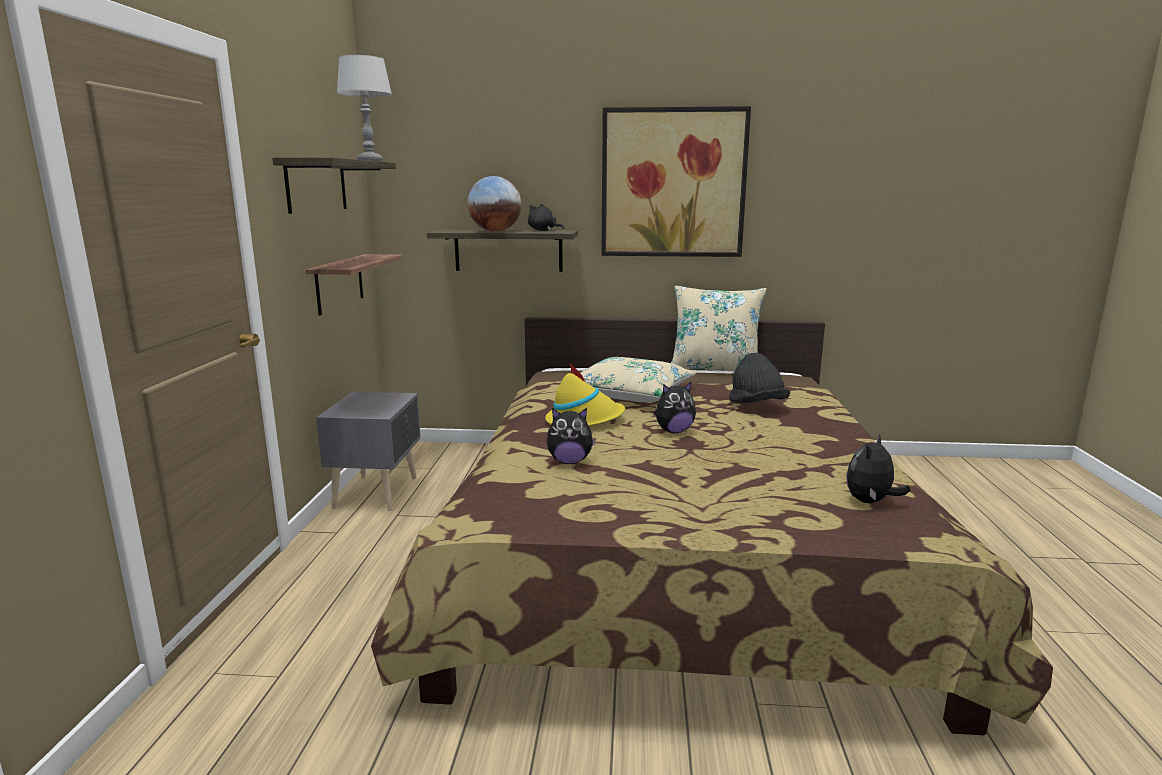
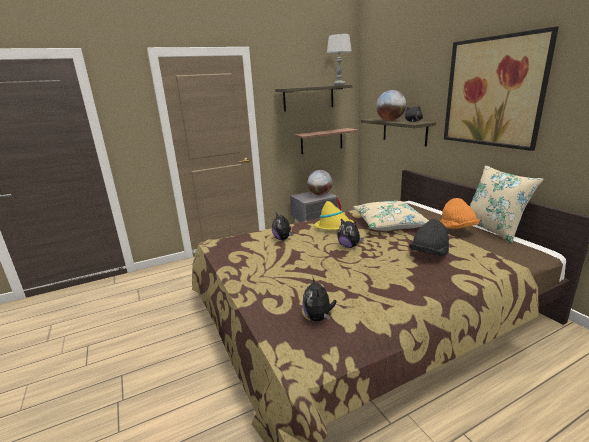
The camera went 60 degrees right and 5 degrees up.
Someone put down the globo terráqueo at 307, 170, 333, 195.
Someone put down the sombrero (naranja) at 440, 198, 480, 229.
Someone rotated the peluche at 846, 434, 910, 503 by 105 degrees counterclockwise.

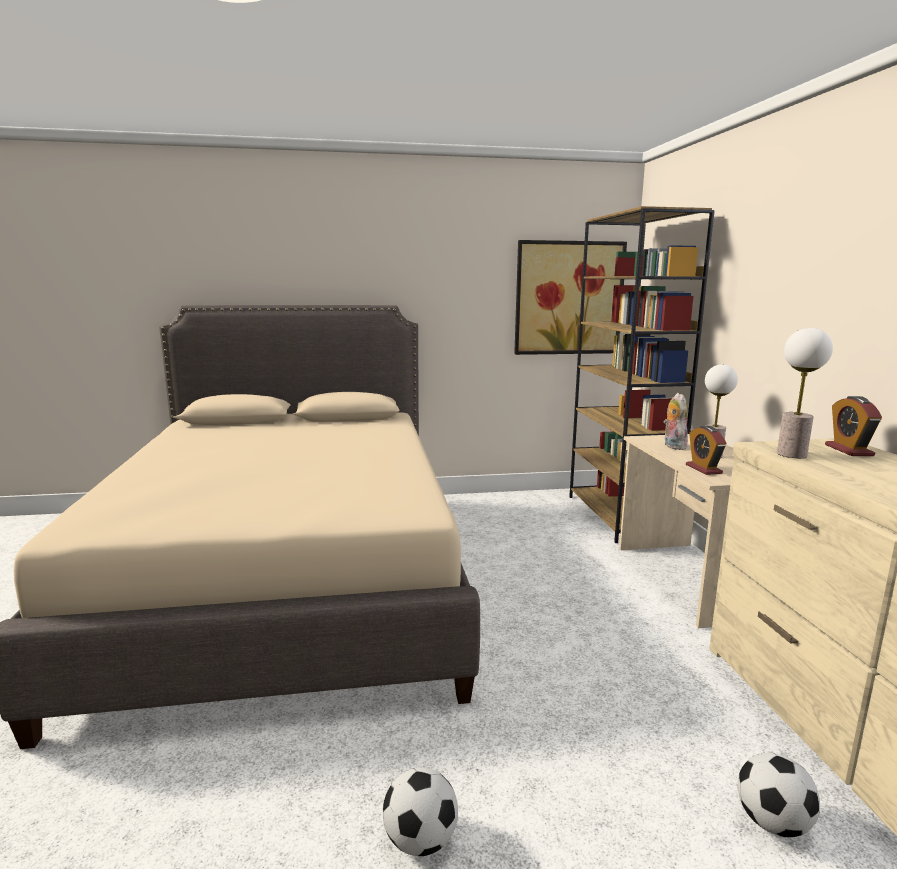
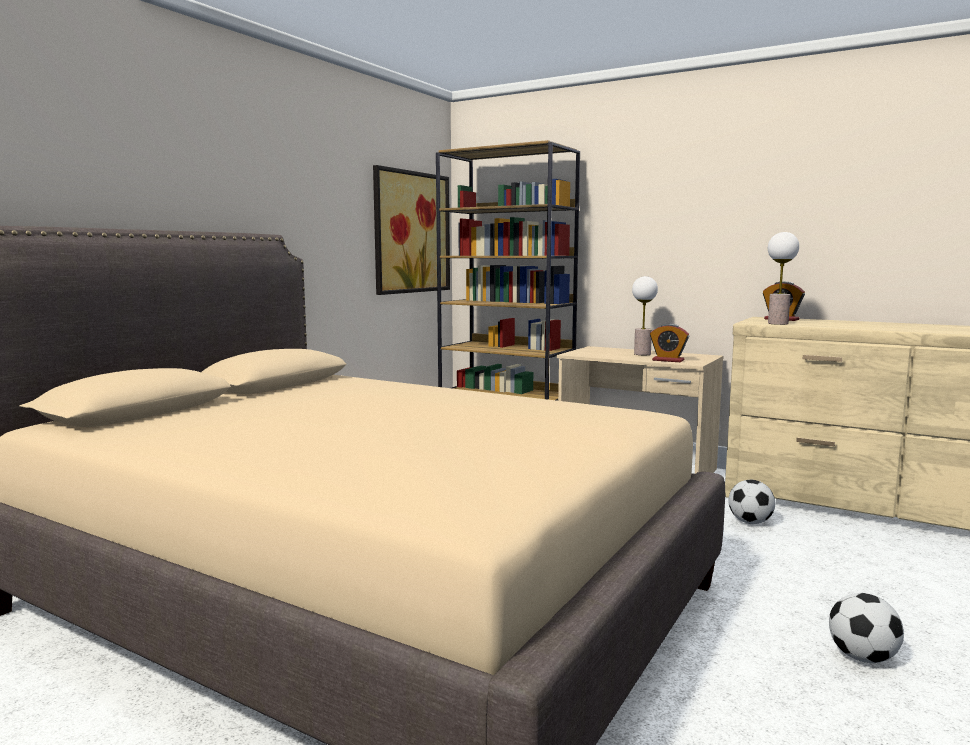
The camera went 50 degrees left and 5 degrees down.
Someone took away the peluche at 664, 393, 688, 450.
Someone carried the balón de fútbol from 738, 752, 820, 837 to 729, 480, 775, 524.

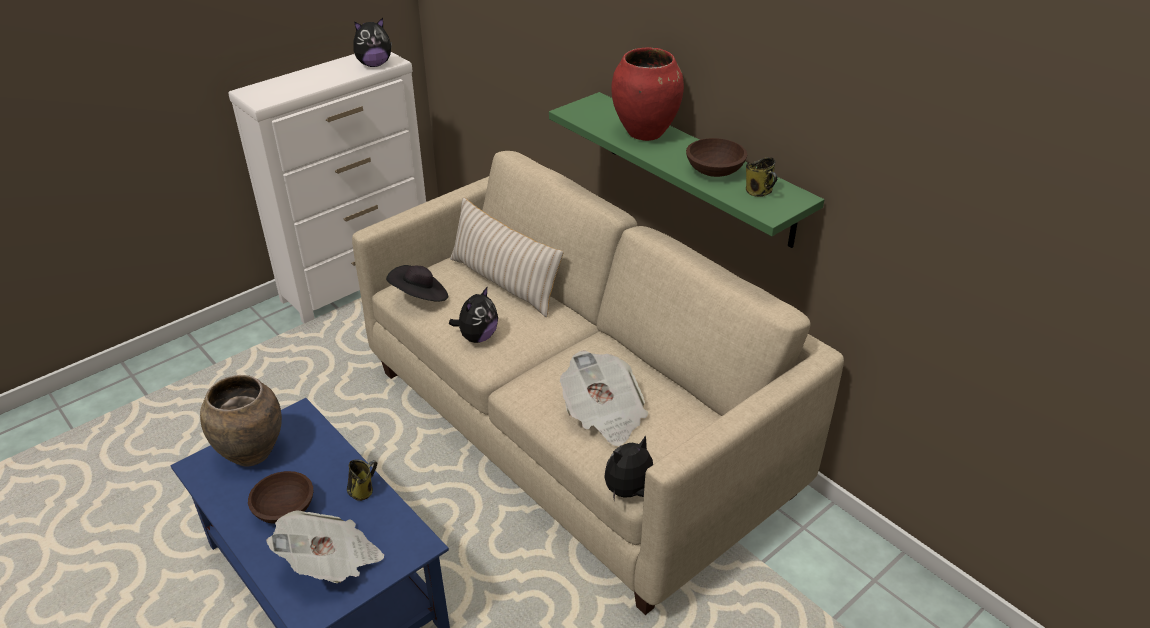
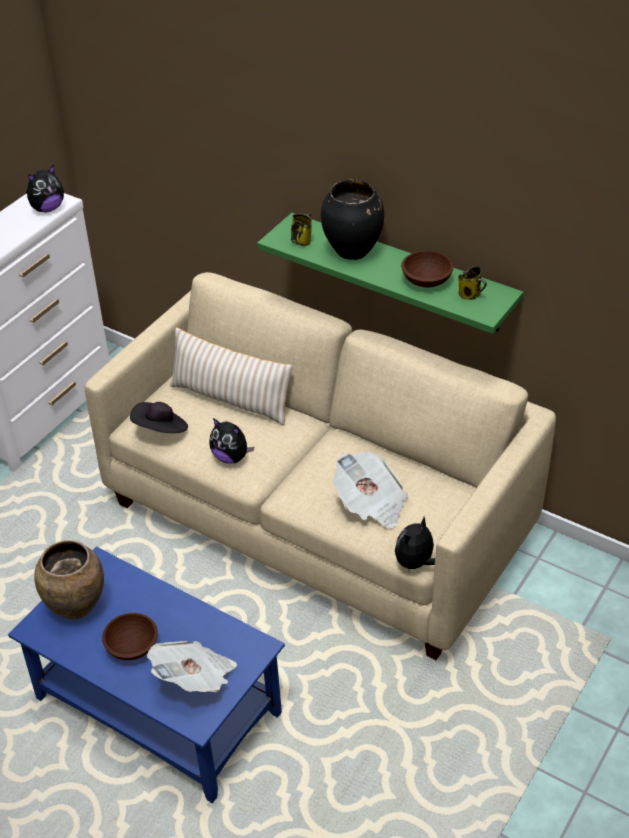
The camera went 15 degrees left and 5 degrees up.
Someone carried the taza grande from 347, 459, 377, 501 to 291, 214, 312, 246.
Someone repainted the florero (rojo) at 611, 47, 684, 141, which became the florero (negro) at 321, 179, 384, 260.
Someone rotated the peluche at 449, 286, 498, 343 by 105 degrees clockwise.

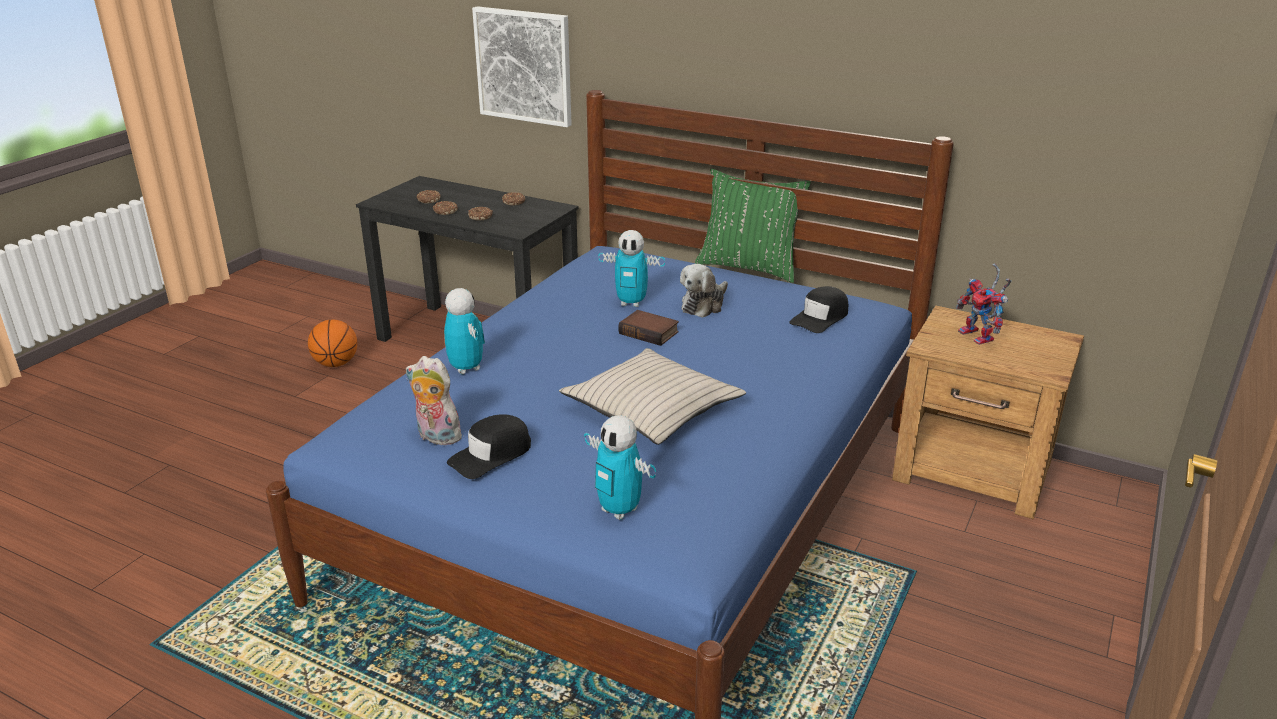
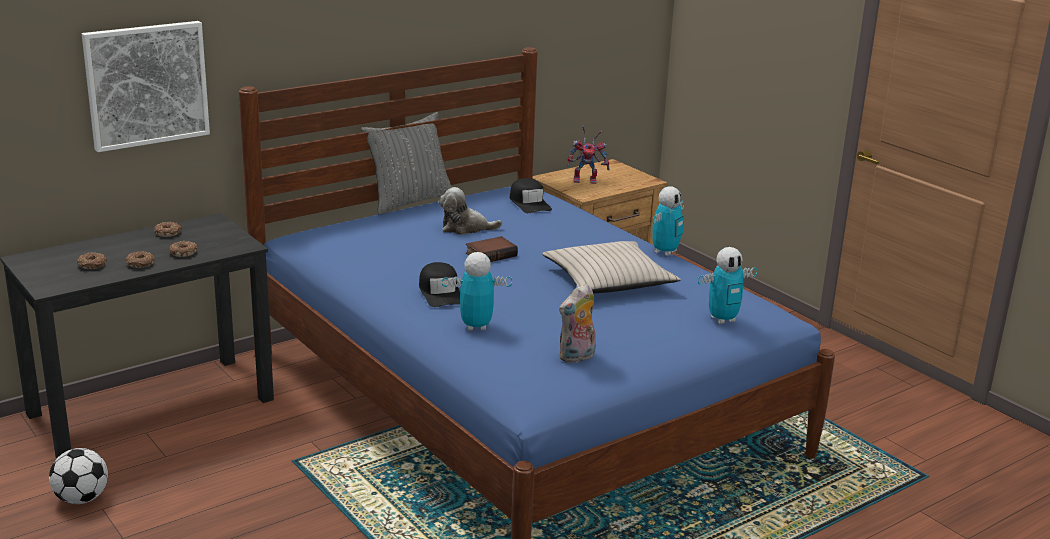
The camera went 65 degrees left and 5 degrees down.
Someone carried the gorra (negro) from 447, 414, 531, 479 to 419, 262, 460, 307.
Someone carried the robot de juguete from 598, 230, 665, 307 to 652, 186, 684, 256.
Someone swapped the balón de baloncesto at 308, 320, 357, 367 for the balón de fútbol at 49, 448, 108, 504.
Someone repainted the cojín (verde) at 695, 169, 811, 283, which became the cojín (gris) at 361, 112, 452, 215.
Someone rotated the peluche at 680, 264, 728, 318 by 120 degrees clockwise.

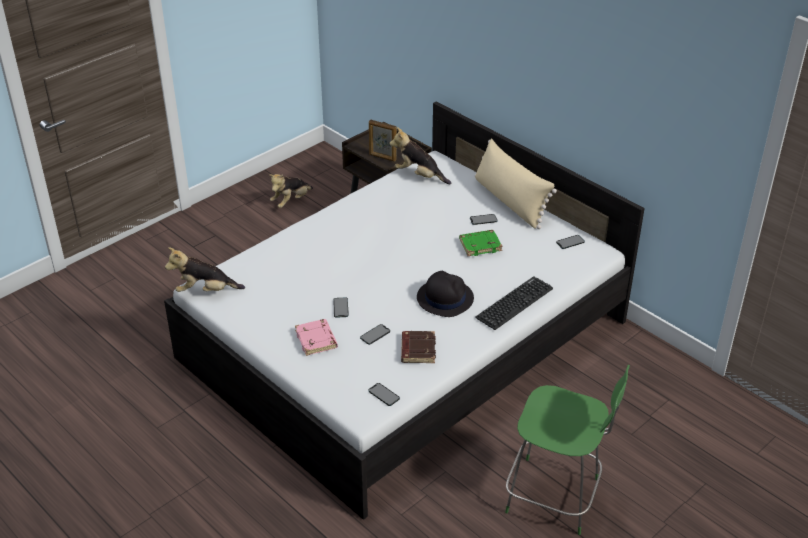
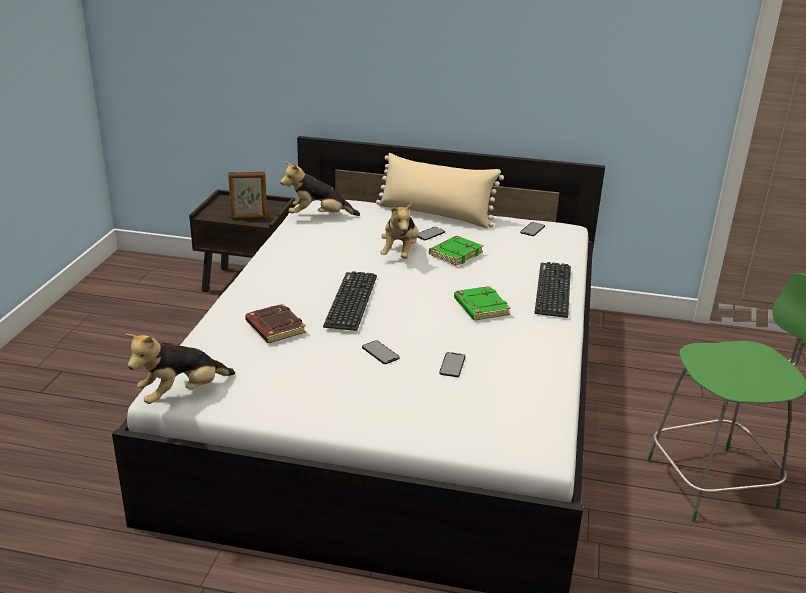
The camera went 35 degrees left and 10 degrees down.
Someone took away the libro (rosa) at 295, 319, 338, 356.
Someone took away the móvil at 368, 383, 400, 406.
Someone put down the teclado at 323, 271, 377, 331.
Someone carried the peluche from 269, 174, 313, 208 to 381, 203, 419, 259.
Someone carried the libro (marrón) from 401, 331, 436, 363 to 245, 304, 306, 343.
Someone swapped the sombrero (negro) at 417, 271, 474, 317 for the libro (verde) at 454, 286, 511, 320.

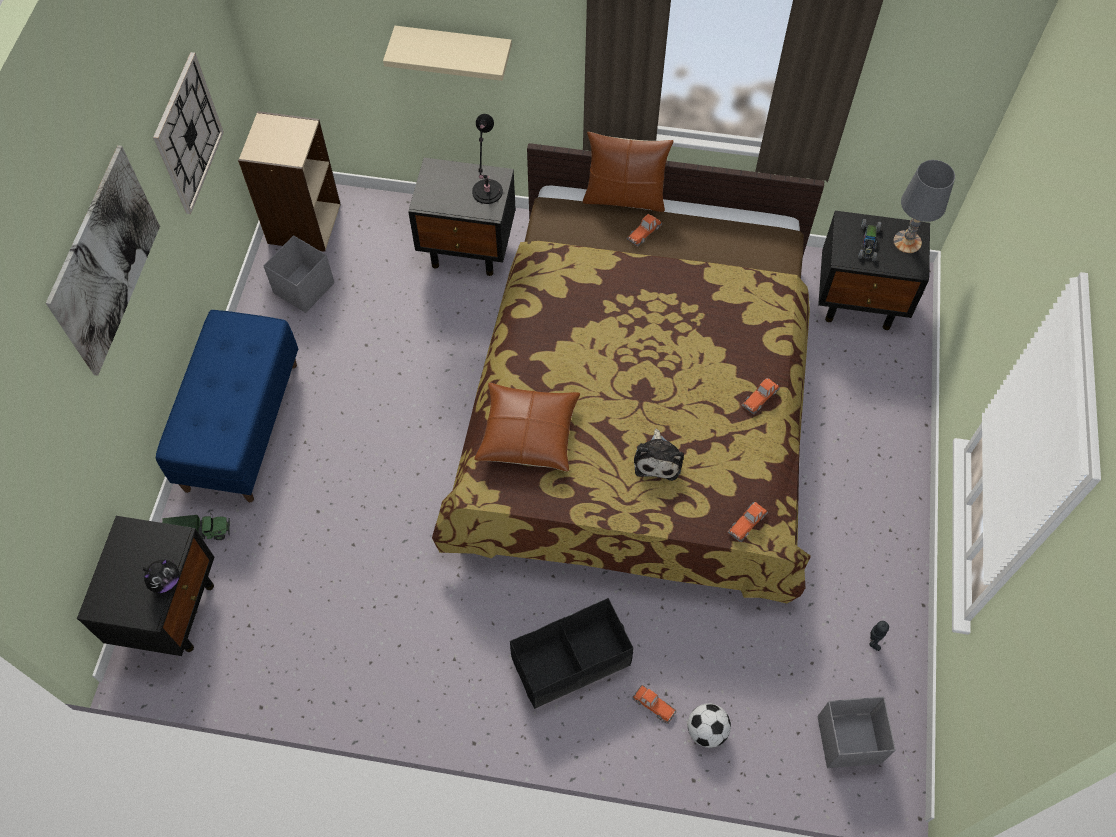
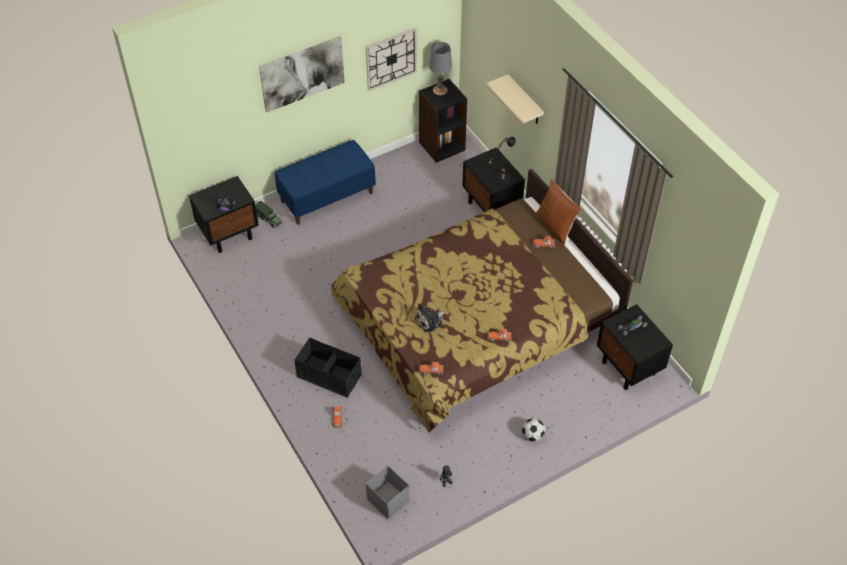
The camera went 50 degrees right and 10 degrees down.
Someone took away the caja de almacenaje (gris) at 263, 236, 334, 313.
Someone took away the cojín (marrón) at 474, 383, 580, 472.
Someone carried the balón de fútbol from 688, 704, 731, 748 to 522, 418, 545, 442.
Someone carried the lámpara de mesa (gris) from 893, 160, 955, 253 to 429, 42, 452, 95.
Someone repainted the estantería (beis) at 238, 111, 341, 252, which became the estantería (negro) at 419, 79, 467, 163.

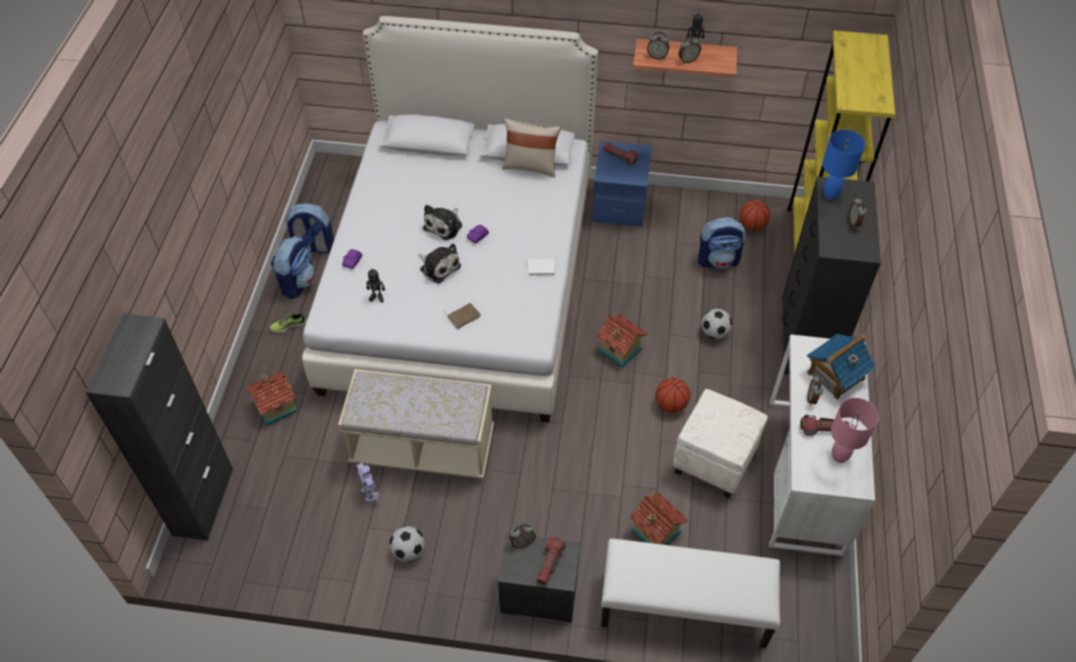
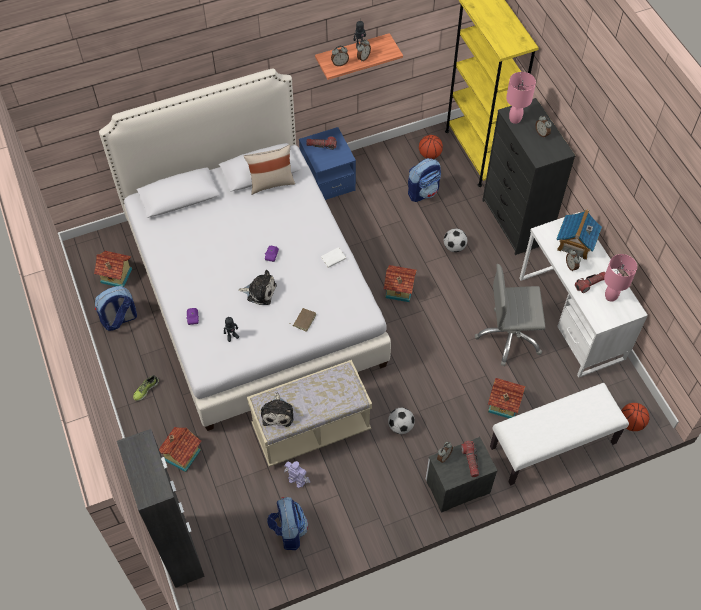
The camera went 30 degrees left and 5 degrees up.
Someone put down the casita at 94, 251, 132, 287.
Someone carried the mochila from 271, 236, 315, 299 to 267, 497, 308, 550.
Someone carried the balón de fútbol from 389, 526, 425, 562 to 388, 408, 415, 434.
Someone carried the peluche from 423, 205, 462, 240 to 261, 392, 294, 427.
Someone carried the balón de baloncesto from 655, 378, 690, 413 to 621, 403, 649, 431.
Someone swapped the puf (blanco) at 672, 389, 768, 498 for the silla de oficina (gris) at 475, 264, 546, 366.
Someone repainted the lámpara de mesa (azul) at 822, 130, 865, 200, which became the lámpara de mesa (rosa) at 506, 72, 536, 124.

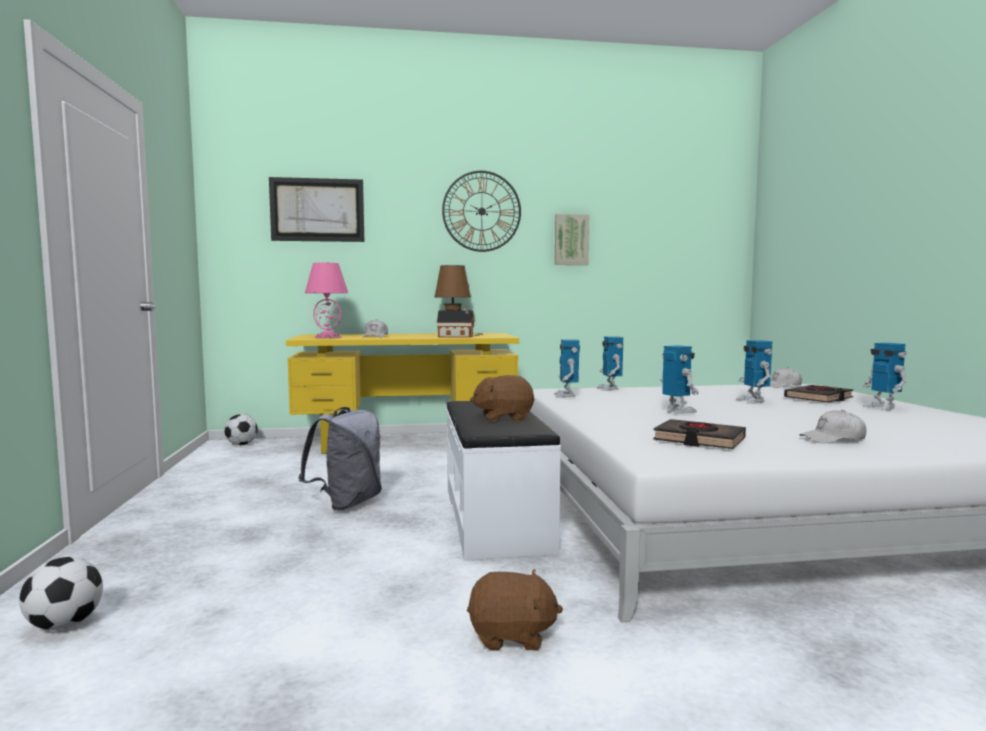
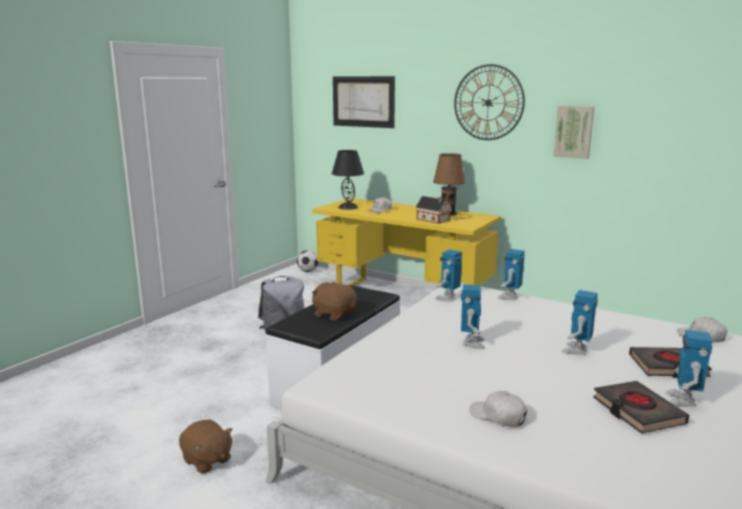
The camera went 40 degrees right and 10 degrees up.
Someone took away the balón de fútbol at 19, 557, 103, 630.
Someone carried the libro (negro) from 653, 419, 746, 449 to 593, 381, 689, 433.
Someone repainted the lámpara de mesa (rosa) at 305, 263, 348, 338, which became the lámpara de mesa (negro) at 332, 150, 364, 209.

